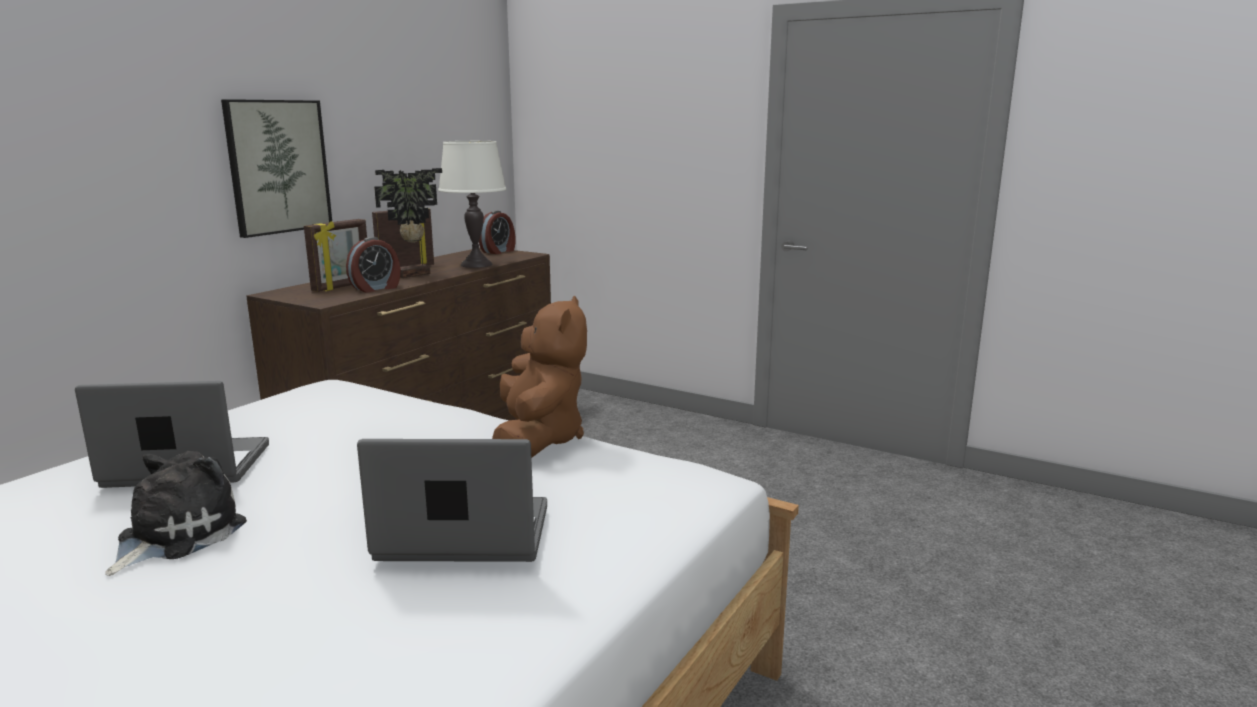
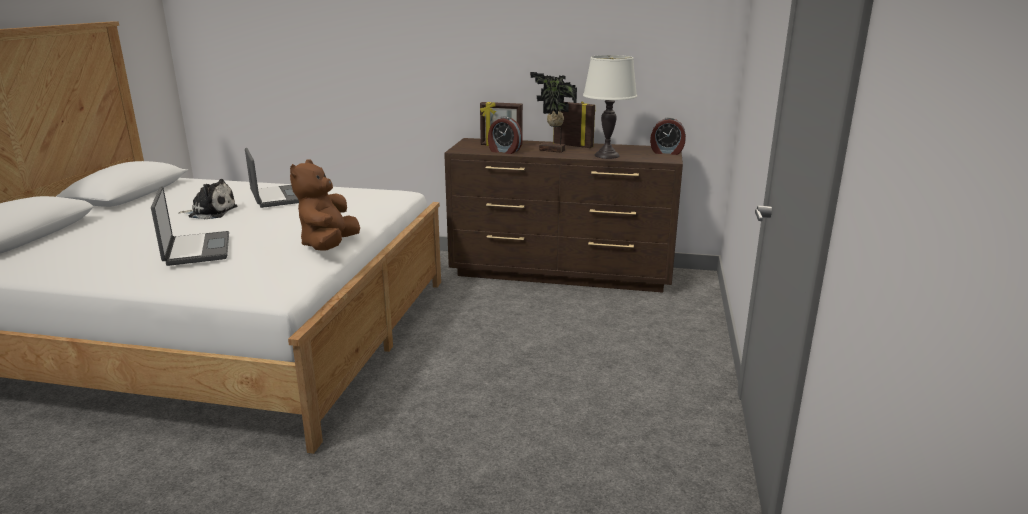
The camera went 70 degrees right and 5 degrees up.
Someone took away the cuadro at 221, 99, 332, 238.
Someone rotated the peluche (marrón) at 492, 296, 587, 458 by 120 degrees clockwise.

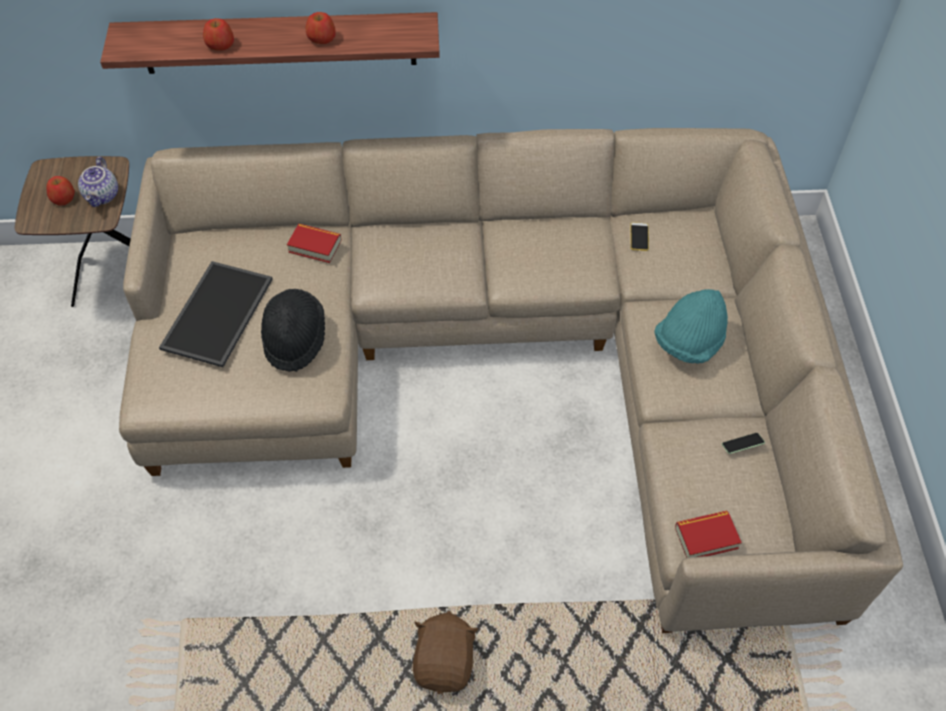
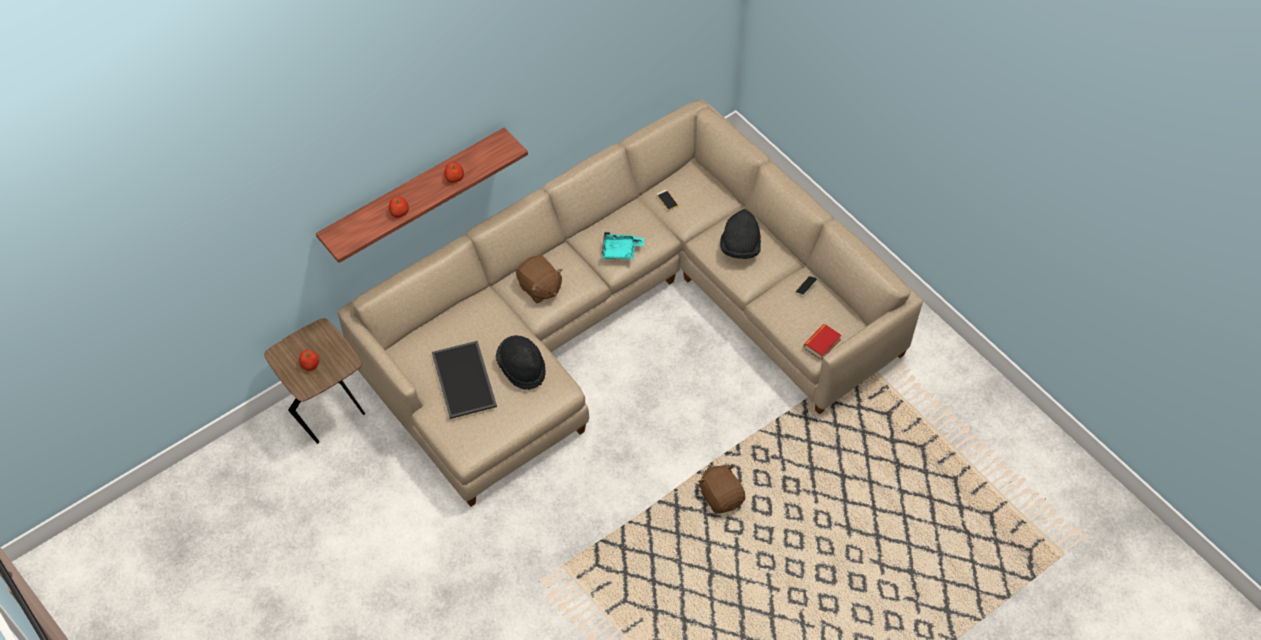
The camera went 35 degrees left and 0 degrees up.
Someone took away the tetera at 78, 157, 118, 207.
Someone took away the libro at 287, 224, 341, 263.
Someone put down the peluche (marrón) at 516, 255, 563, 303.
Someone put down the bandeja (turquesa) at 601, 232, 644, 259.
Someone repainted the sombrero (turquesa) at 654, 289, 728, 364, which became the sombrero (negro) at 720, 209, 761, 259.

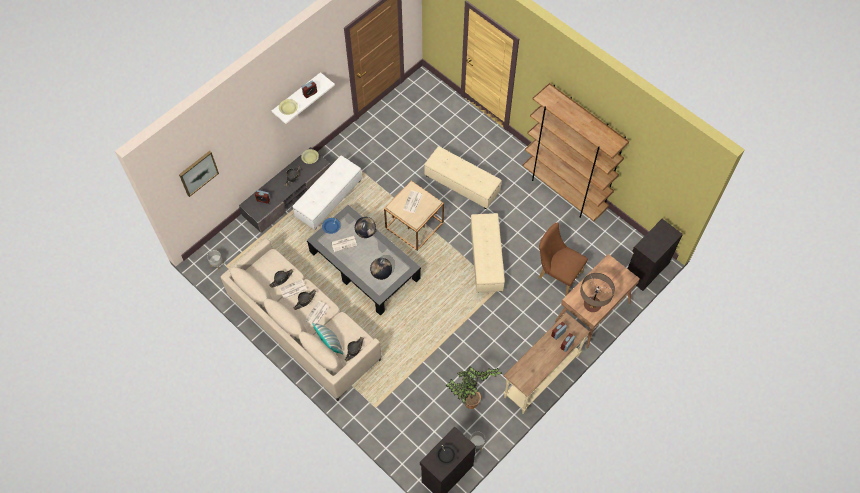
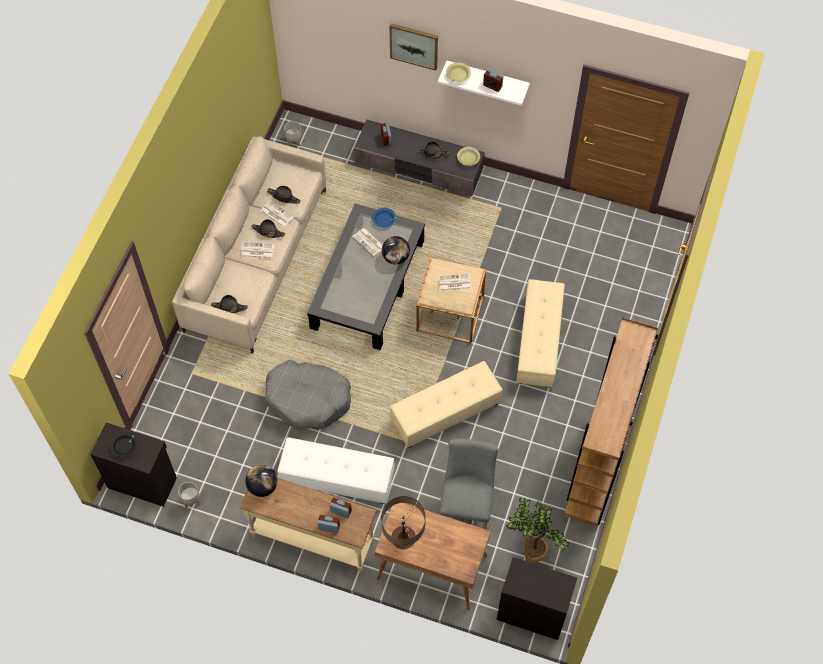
The camera went 65 degrees right and 0 degrees up.
Someone took away the cojín at 313, 323, 343, 355.
Someone put down the cama para perro (gris) at 265, 360, 351, 429.
Someone carried the cuadro from 179, 151, 219, 197 to 389, 23, 438, 71.
Someone carried the puf (blanco) from 292, 156, 362, 230 to 277, 437, 395, 504.
Someone carried the globo terráqueo from 370, 258, 392, 280 to 245, 465, 278, 497.
Someone carried the planta en maceta from 446, 366, 502, 409 to 506, 498, 569, 563.
Someone repainted the silla (marrón) at 539, 222, 588, 295, which became the silla (gris) at 439, 439, 498, 529.

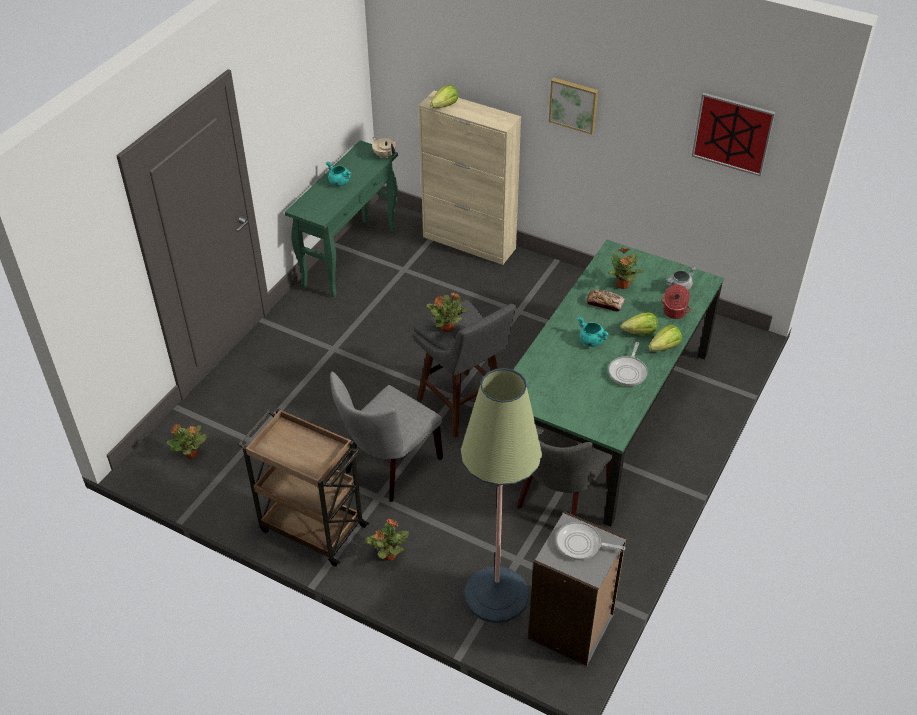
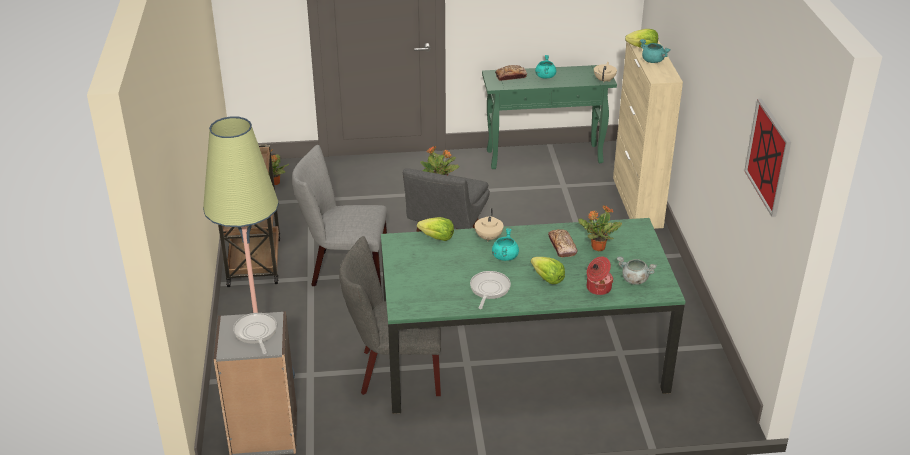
The camera went 55 degrees right and 10 degrees down.
Someone took away the planta en maceta at 365, 519, 409, 561.
Someone took away the cuadro at 549, 78, 598, 135.
Someone put down the tetera (beis) at 475, 208, 504, 242.
Someone put down the pan at 495, 65, 527, 81.
Someone put down the olla (turquesa) at 640, 39, 671, 63.
Someone carried the lechuga from 648, 325, 682, 351 to 417, 217, 454, 241.
Someone rotated the sartén at 608, 342, 648, 386 by 120 degrees clockwise.

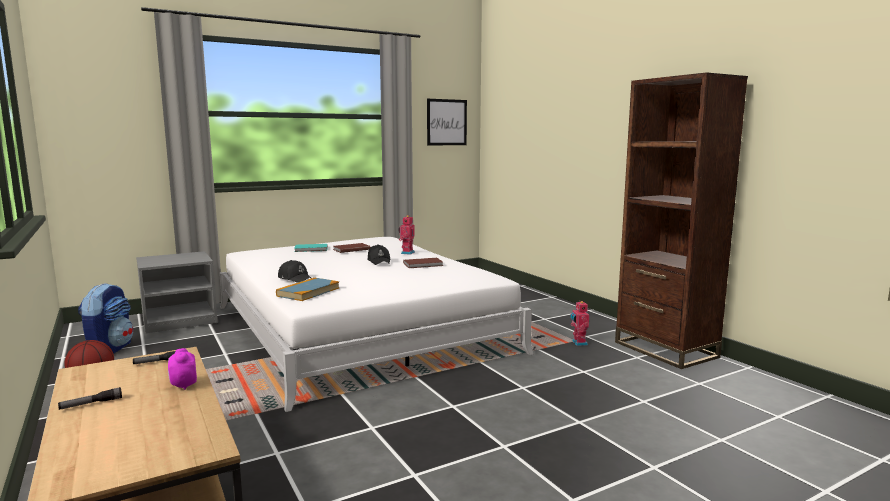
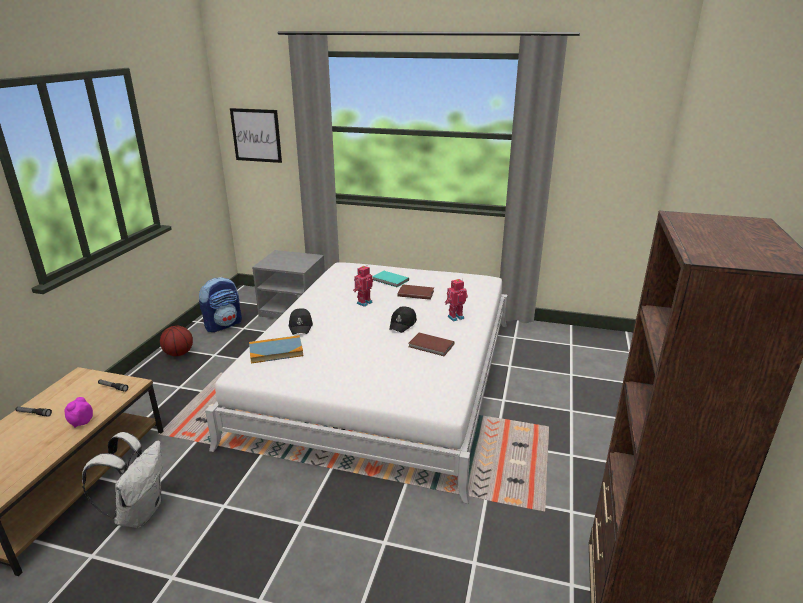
The camera went 45 degrees right and 15 degrees up.
Someone put down the mochila (blanco) at 82, 432, 163, 528.
Someone carried the cuadro from 427, 99, 467, 145 to 230, 108, 282, 163.
Someone carried the robot de juguete from 570, 301, 589, 346 to 353, 266, 373, 307.

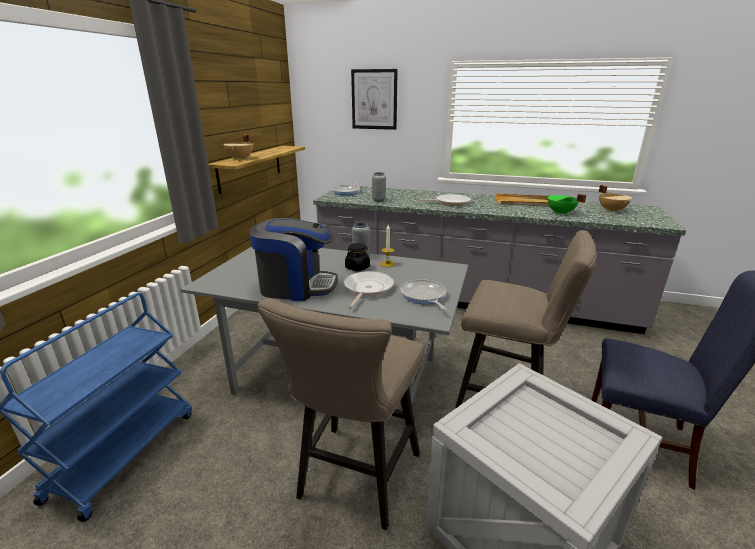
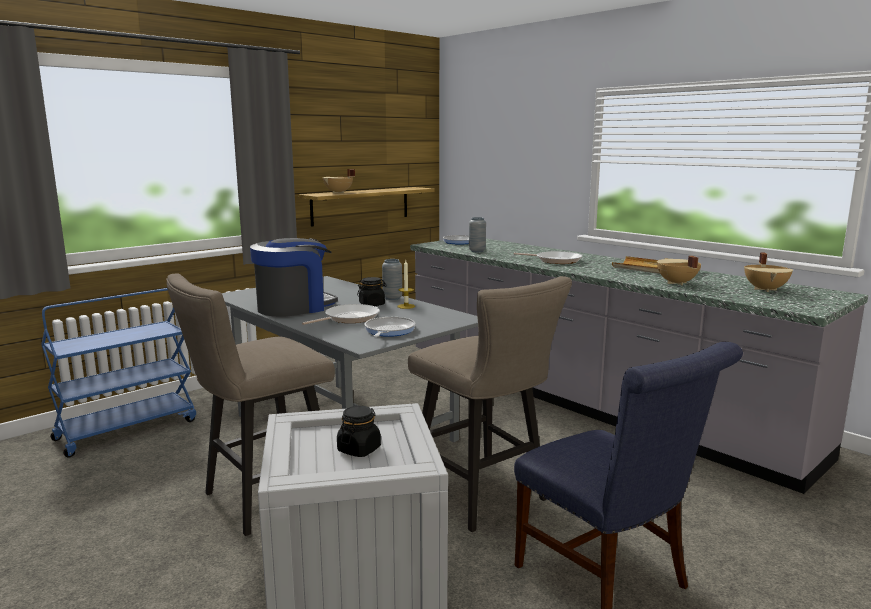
The camera went 30 degrees right and 10 degrees down.
Someone took away the cuadro at 351, 69, 398, 130.
Someone put down the tarro (negro) at 337, 406, 381, 457.
Someone repainted the olla (verde) at 546, 194, 587, 215, which became the olla (beis) at 657, 256, 701, 285.
Someone rotated the cafetera at 249, 218, 338, 301 by 75 degrees counterclockwise.

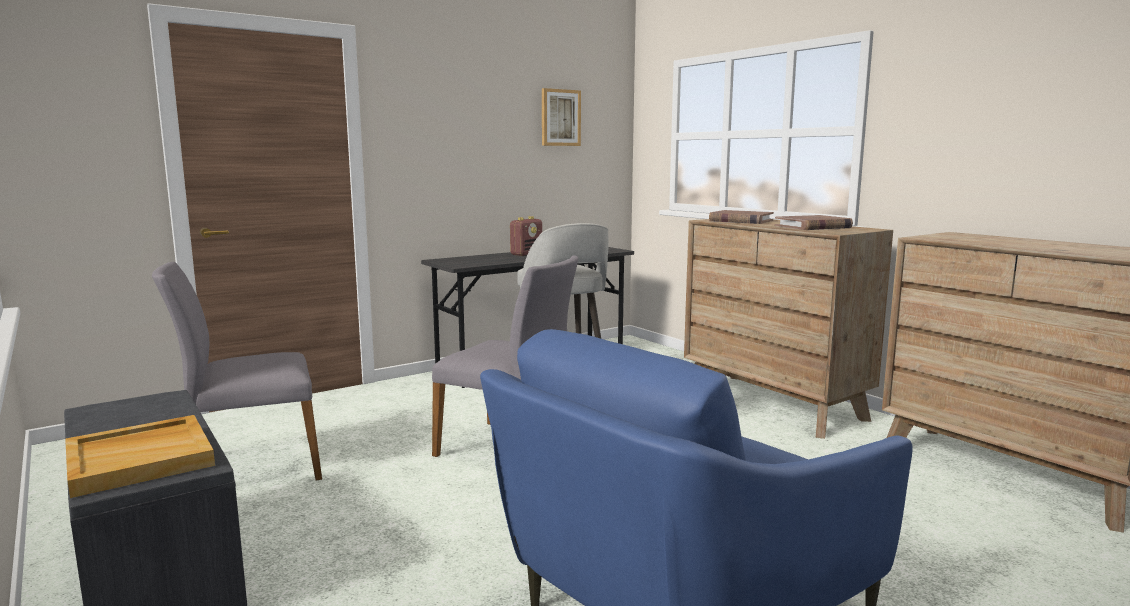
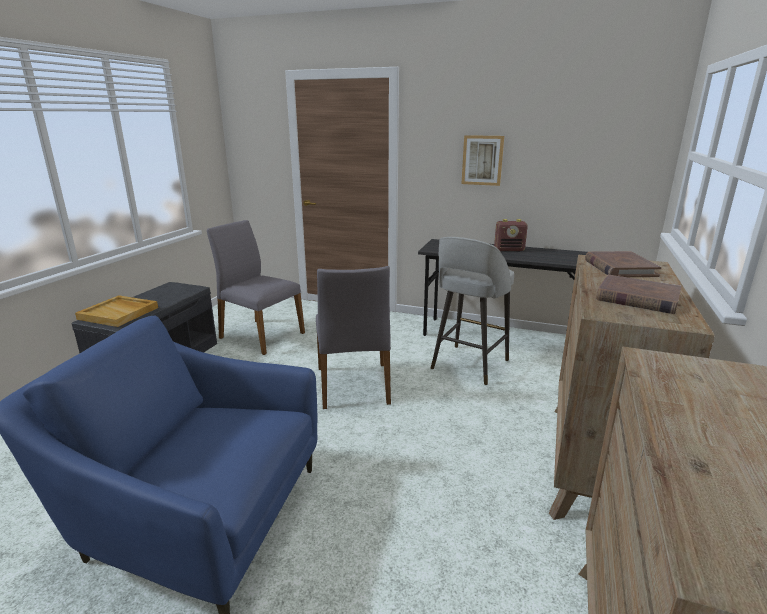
The camera went 55 degrees right and 10 degrees up.
Someone carried the cuadro from 542, 88, 581, 146 to 461, 135, 504, 186.

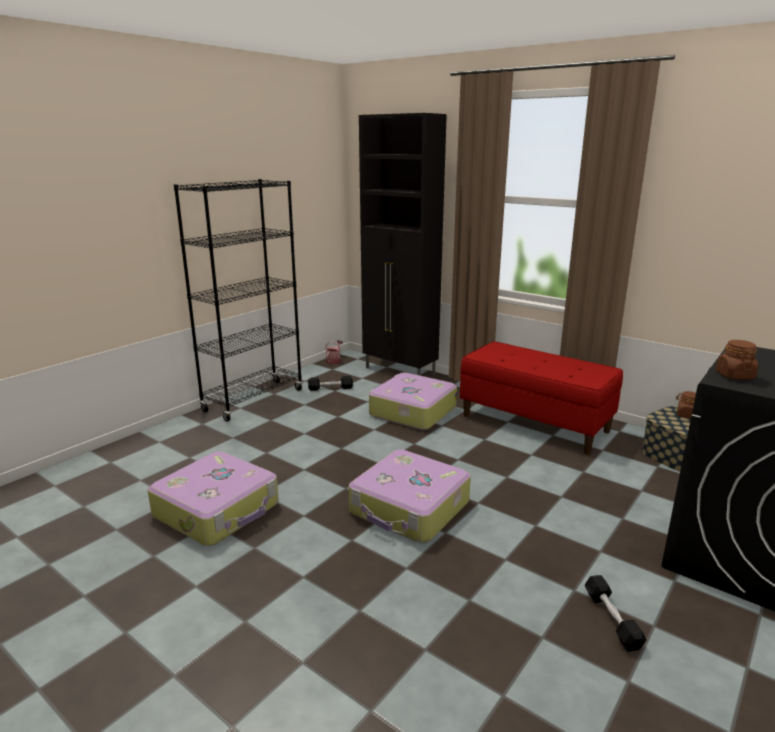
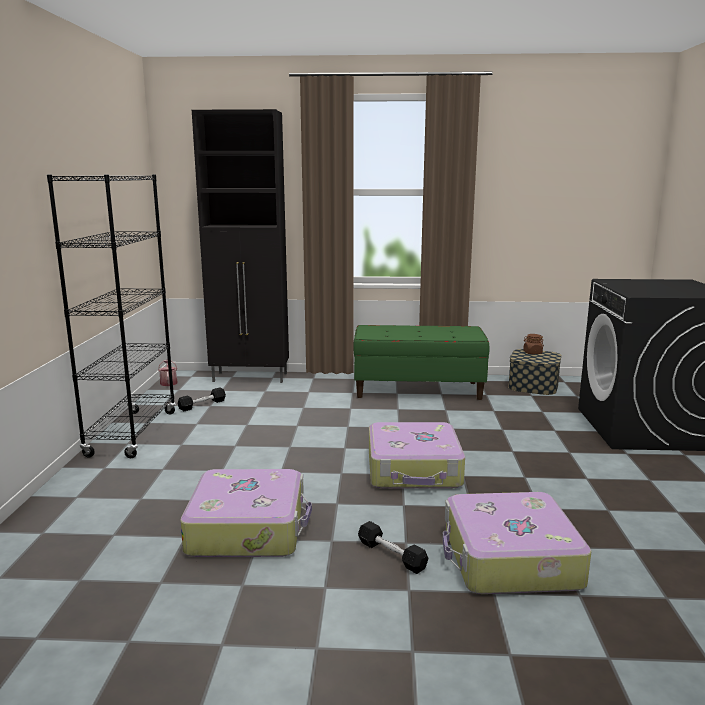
The camera went 35 degrees left and 5 degrees down.
Someone took away the tarro (marrón) at 716, 340, 758, 380.
Someone carried the maleta from 369, 373, 457, 430 to 442, 492, 591, 594.
Someone carried the mancuerna (negro) from 585, 575, 646, 652 to 358, 521, 428, 574.
Someone repainted the banco (rojo) at 460, 342, 623, 454, which became the banco (verde) at 353, 325, 489, 400.

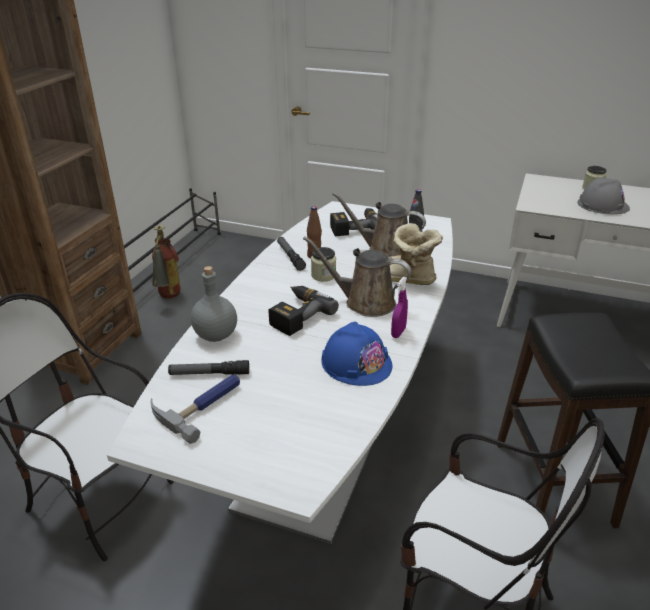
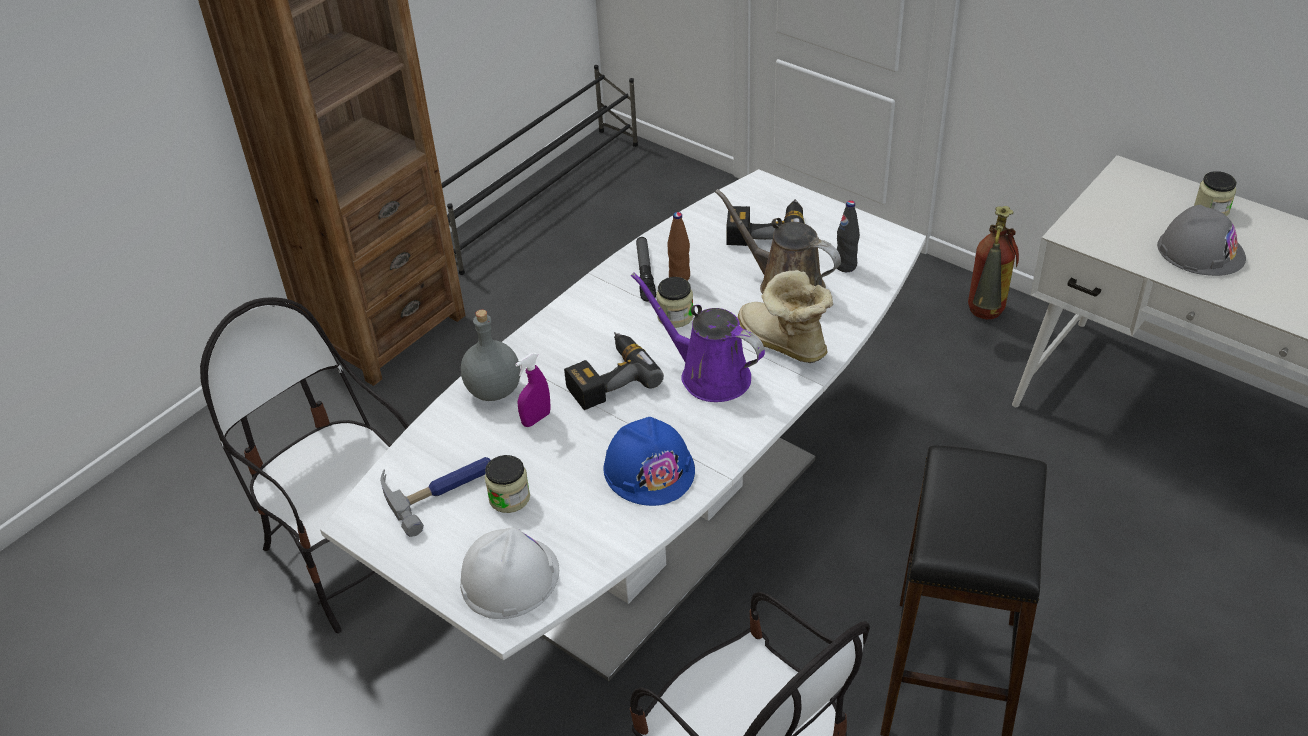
The camera went 20 degrees right and 10 degrees up.
Someone took away the linterna at 168, 360, 249, 375.
Someone put down the casco (blanco) at 460, 527, 559, 619.
Someone put down the tarro at 485, 455, 530, 513.
Someone carried the extintor from 152, 225, 181, 299 to 968, 206, 1019, 319.
Someone carried the pulverizador (morado) from 391, 277, 408, 338 to 515, 353, 550, 427.
Someone repainted the regadera (marrón) at 303, 236, 411, 317, which became the regadera (morado) at 631, 272, 765, 402.

